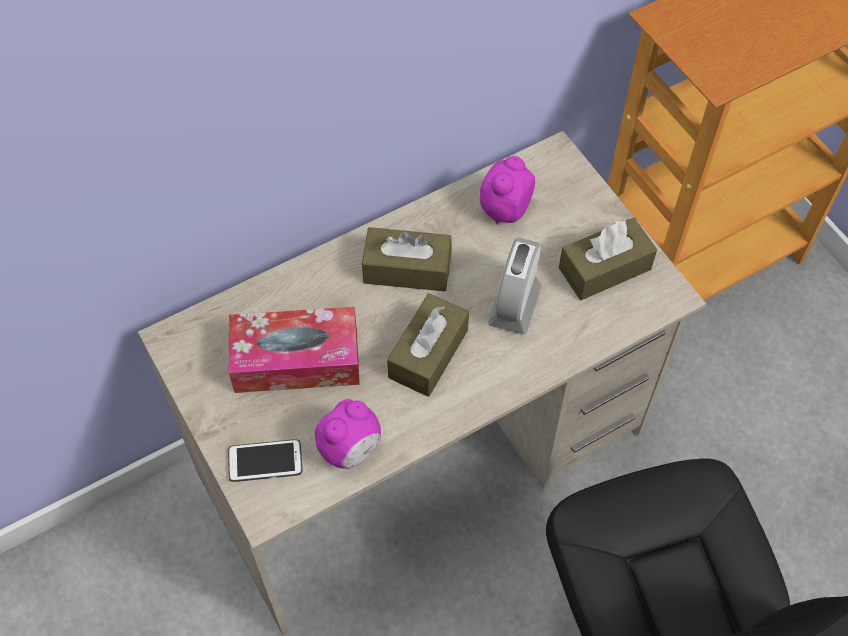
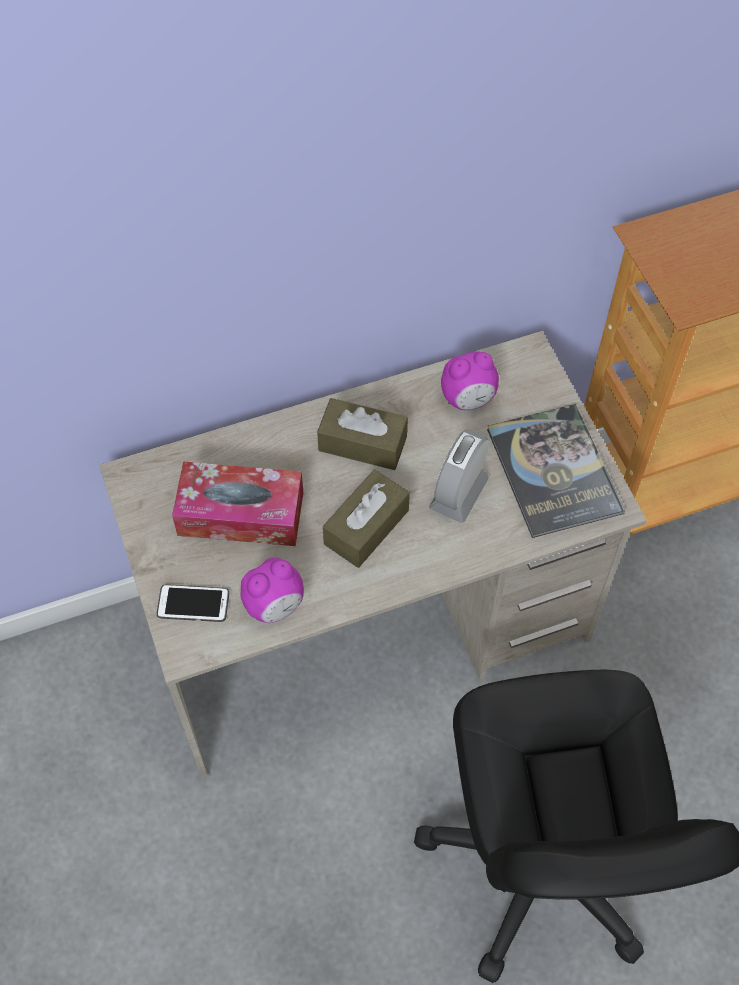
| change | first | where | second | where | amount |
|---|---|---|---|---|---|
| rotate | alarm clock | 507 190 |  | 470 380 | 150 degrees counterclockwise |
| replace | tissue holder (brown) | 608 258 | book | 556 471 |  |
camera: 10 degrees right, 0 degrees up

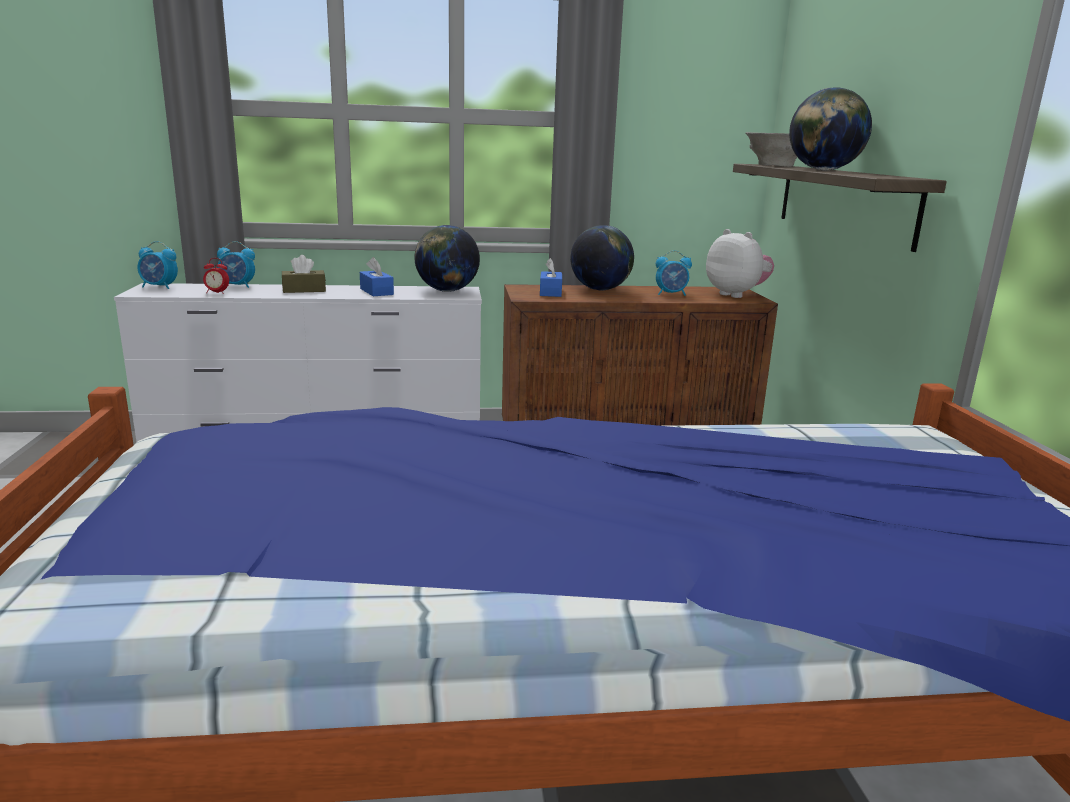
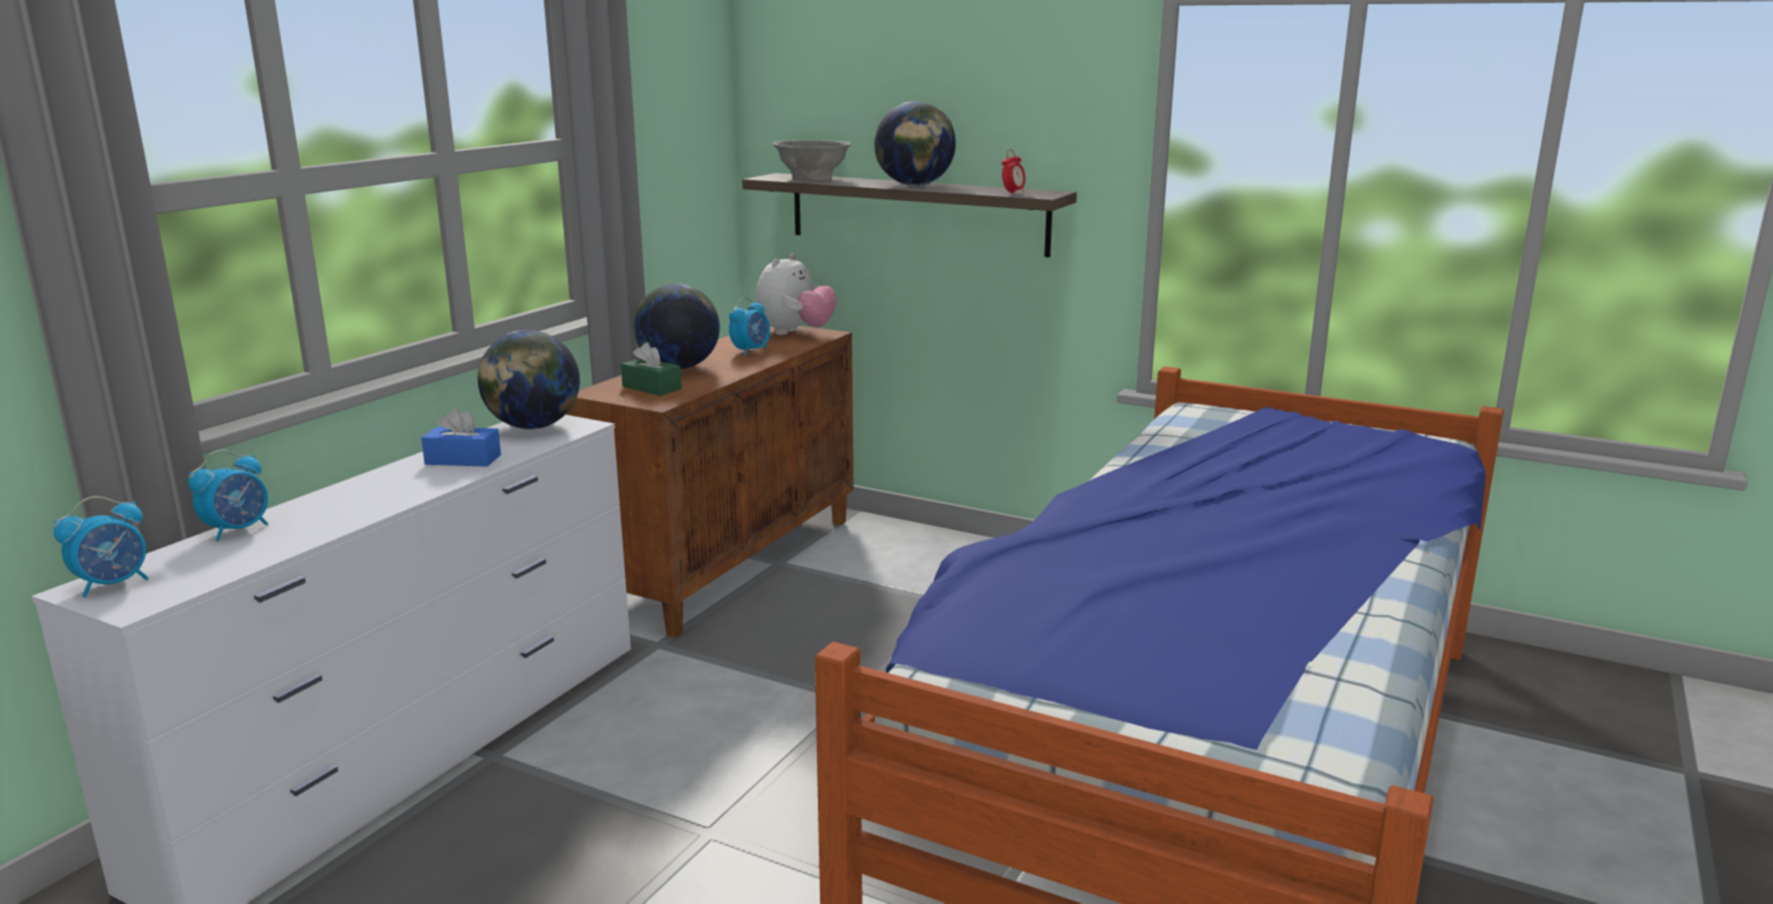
| change | first | where | second | where | amount |
|---|---|---|---|---|---|
| recolor | tissue holder (blue) | 551 277 | tissue holder (green) | 651 369 |  |
| rotate | cuddly toy | 740 263 |  | 796 294 | 120 degrees clockwise |
| move | alarm clock | 216 276 |  | 1013 171 |  |
| delete | tissue holder (brown) | 304 274 |  |  |  |
camera: 55 degrees left, 0 degrees up

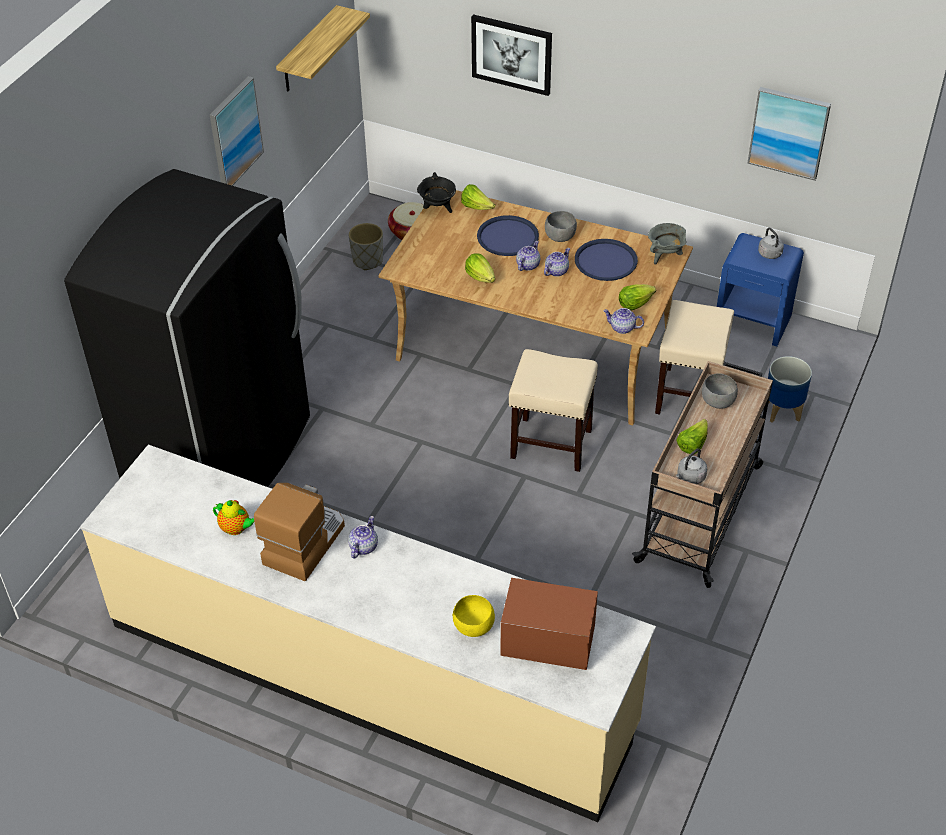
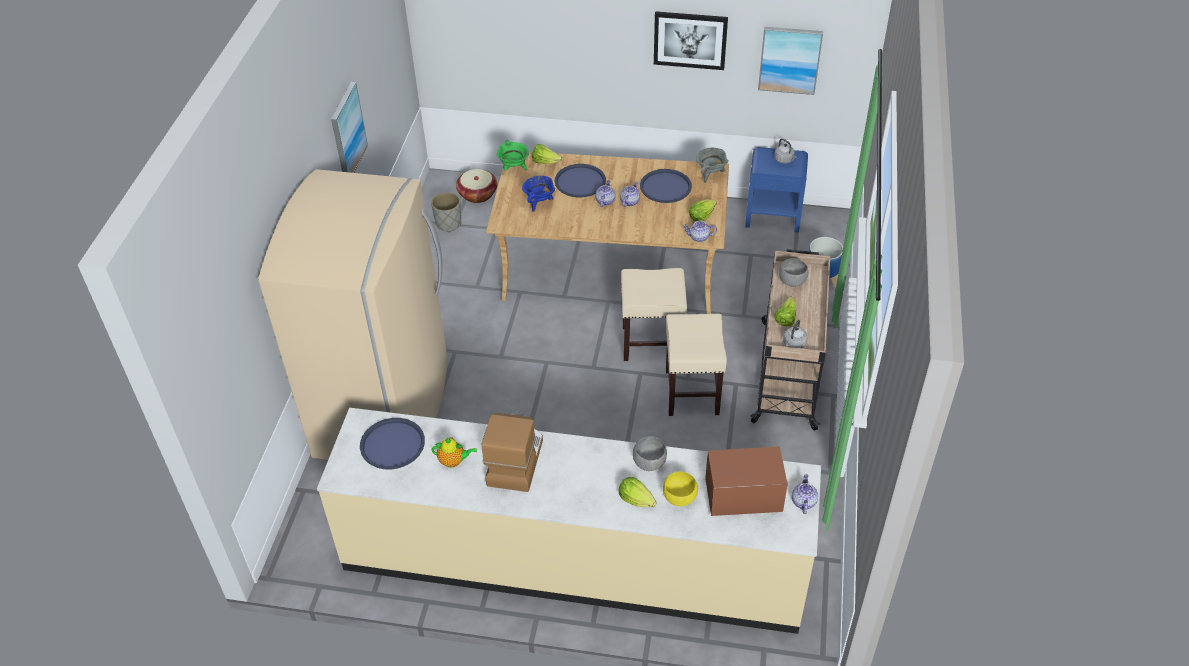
| change | first | where | second | where | amount |
|---|---|---|---|---|---|
| recolor | kitchen fridge (blackish) | 187 328 | kitchen fridge (beige-coloured) | 353 314 |  |
| insert |  |  | tray (blue) | 392 443 |  |
| recolor | cooking pot (blackish) | 436 192 | cooking pot (green) | 513 154 |  |
| insert |  |  | cooking pot (blue) | 538 194 |  |
| move | head of lettuce | 480 268 |  | 637 492 |  |
| move | bowl (gray) | 561 226 |  | 650 453 |  |
| move | wall picture | 511 55 |  | 691 40 |  |
| move | stool seat (beige-coloured) | 694 357 |  | 696 365 |  |
| move | tea pot | 363 537 |  | 805 494 |  |
| delete | shelf | 323 48 |  |  |  |
camera: 15 degrees left, 0 degrees up

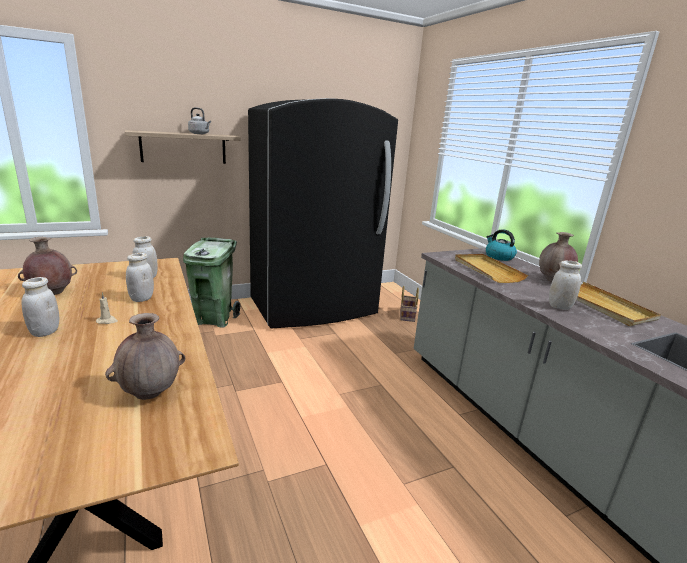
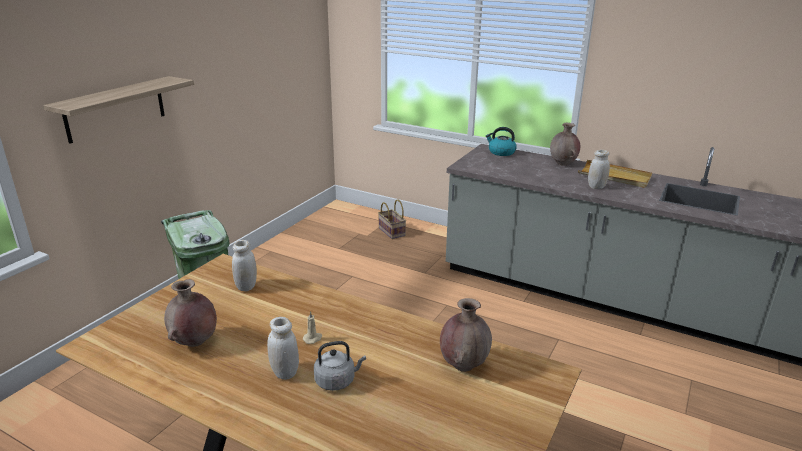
| change | first | where | second | where | amount |
|---|---|---|---|---|---|
| move | kettle (gray) | 199 120 |  | 340 366 |  |
| delete | preserve jar (white) | 140 277 |  |  |  |
| delete | kitchen fridge (blackish) | 323 213 |  |  |  |
| delete | tray (beige-coloured) | 491 268 |  |  |  |
camera: 35 degrees left, 5 degrees up

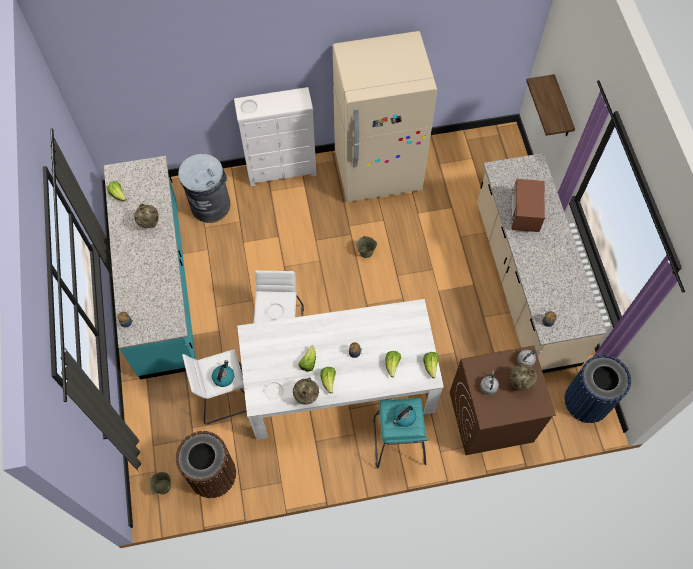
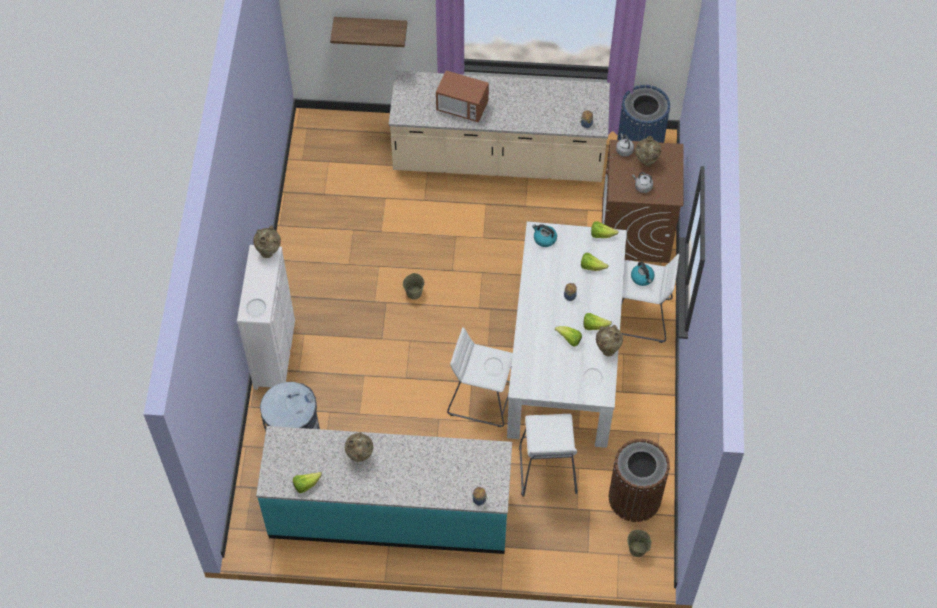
| change | first | where | second | where | amount |
|---|---|---|---|---|---|
| insert |  |  | flower vase (beige-coloured) | 267 241 |  |
| move | kettle | 223 373 |  | 544 235 |  |
| recolor | stool seat (turquoise) | 401 433 | stool seat (white) | 650 298 |  |
| delete | kitchen fridge (beige-coloured) | 385 116 |  |  |  |
camera: 75 degrees left, 5 degrees down

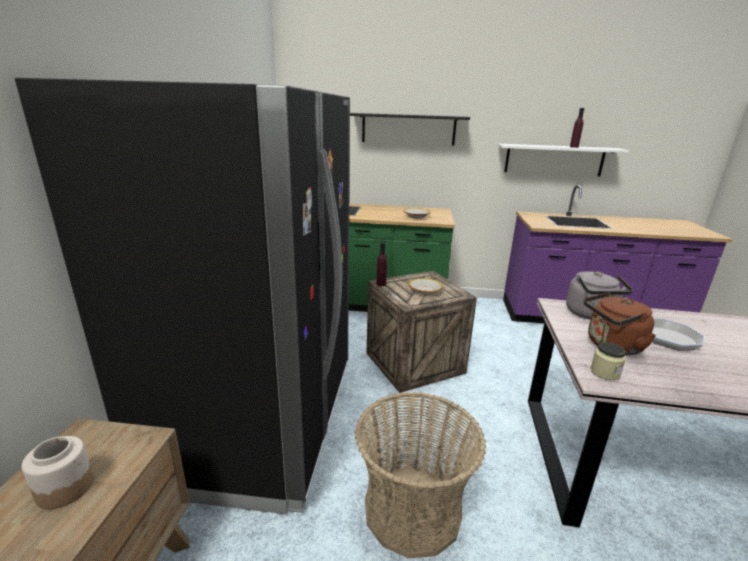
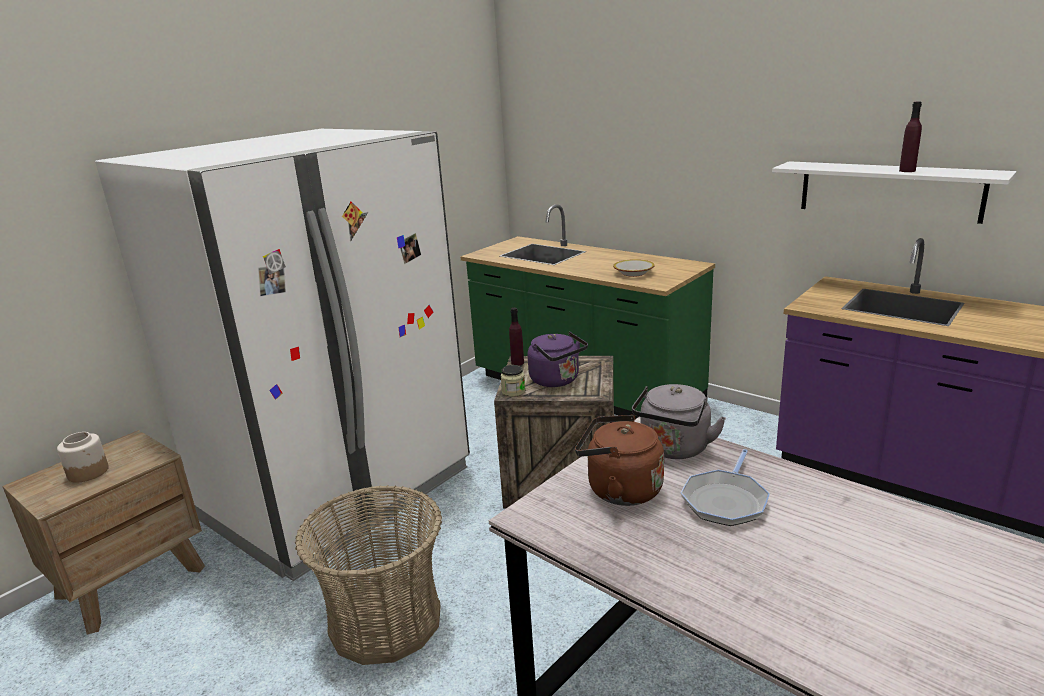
| change | first | where | second | where | amount |
|---|---|---|---|---|---|
| recolor | kitchen fridge (blackish) | 182 296 | kitchen fridge (white) | 282 355 |  |
| move | preserve jar | 608 361 |  | 513 381 |  |
| replace | bowl | 426 286 | kettle (purplish) | 558 359 |  |
| delete | shelf (blackish) | 410 129 |  |  |  |
camera: 35 degrees right, 0 degrees up

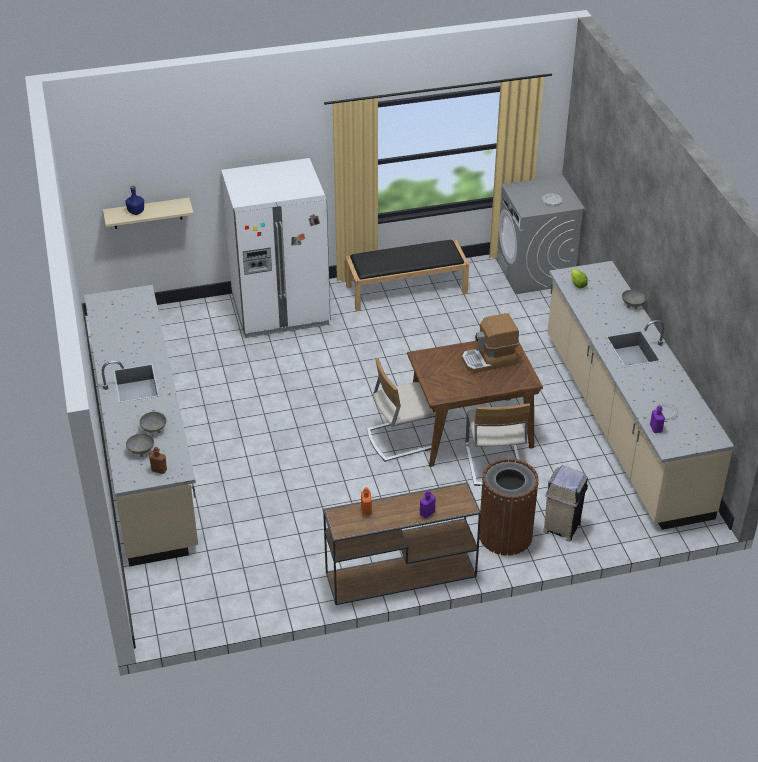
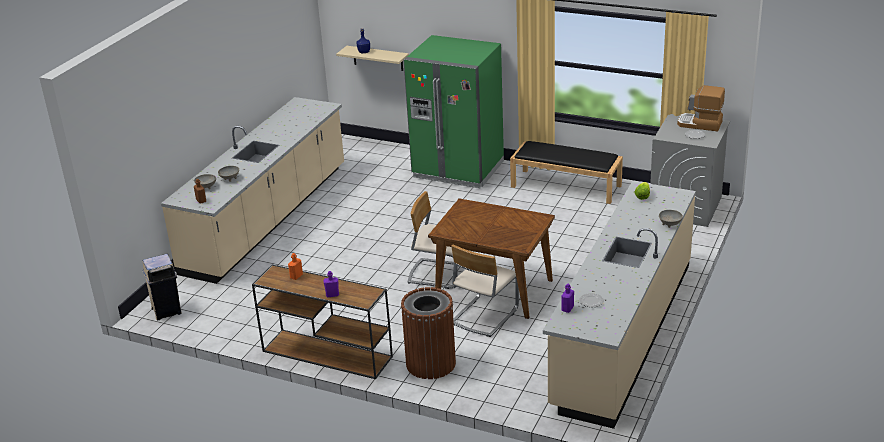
| change | first | where | second | where | amount |
|---|---|---|---|---|---|
| move | trash can (beige-coloured) | 565 504 |  | 162 287 |  |
| recolor | kitchen fridge (white) | 276 248 | kitchen fridge (green) | 453 111 |  |
| move | coffee machine | 490 343 |  | 701 108 |  |
camera: 40 degrees right, 10 degrees down

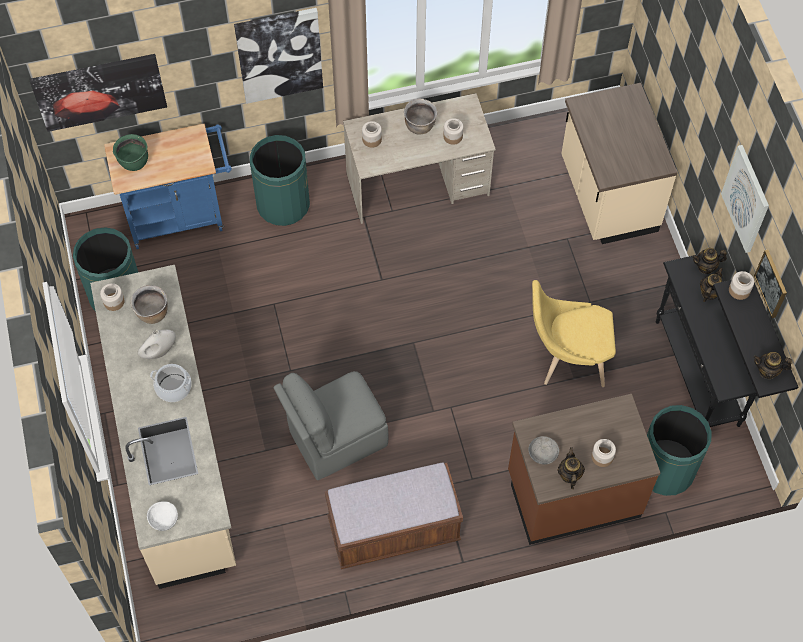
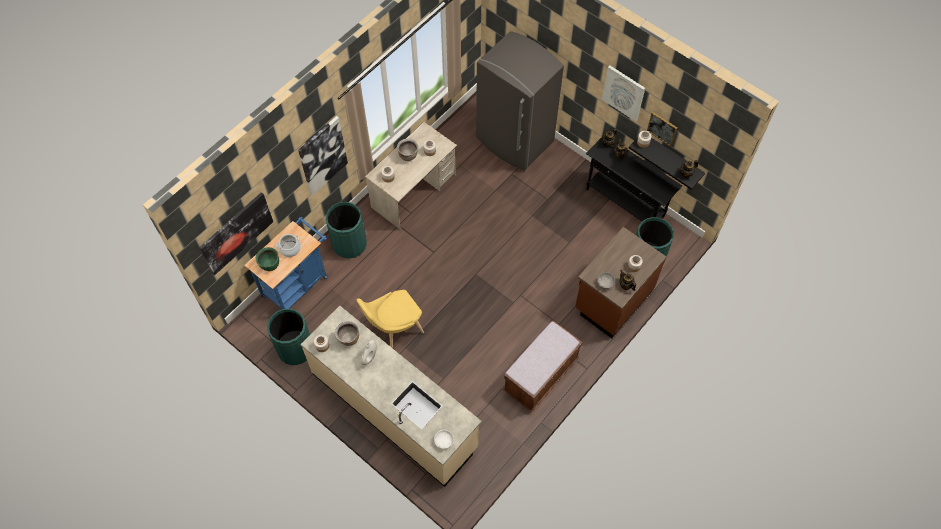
| change | first | where | second | where | amount |
|---|---|---|---|---|---|
| move | cooking pot | 171 383 |  | 288 245 |  |
| move | plain chair (yellow) | 574 333 |  | 390 319 |  |
| replace | kitchen base unit (beige-coloured) | 619 163 | kitchen fridge (gray) | 520 101 |  |
| delete | plain chair (gray) | 331 425 |  |  |  |
camera: 35 degrees left, 0 degrees up

